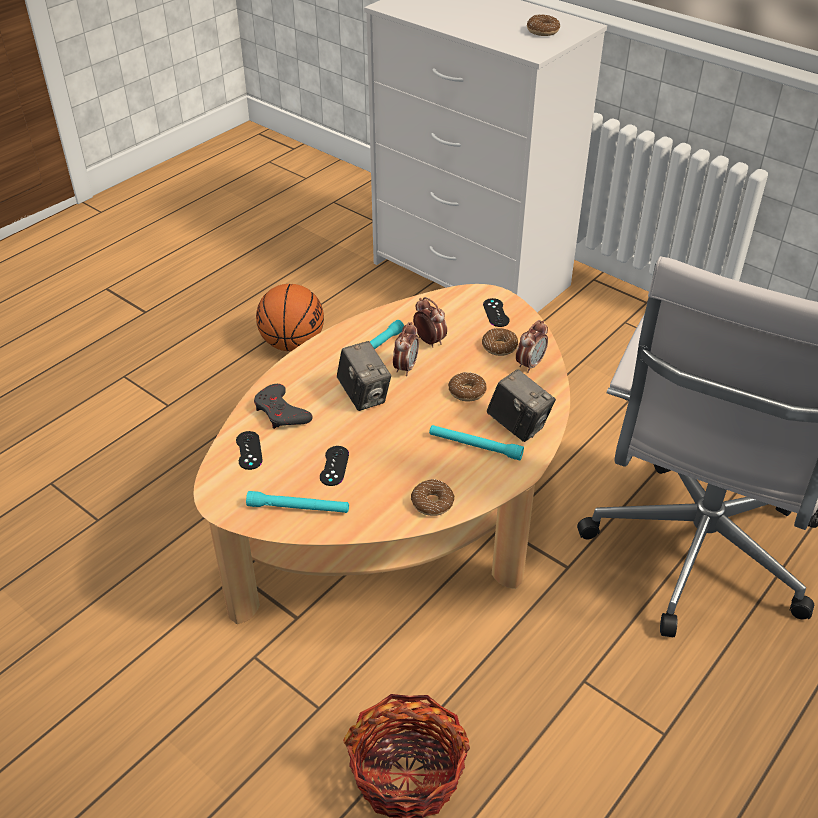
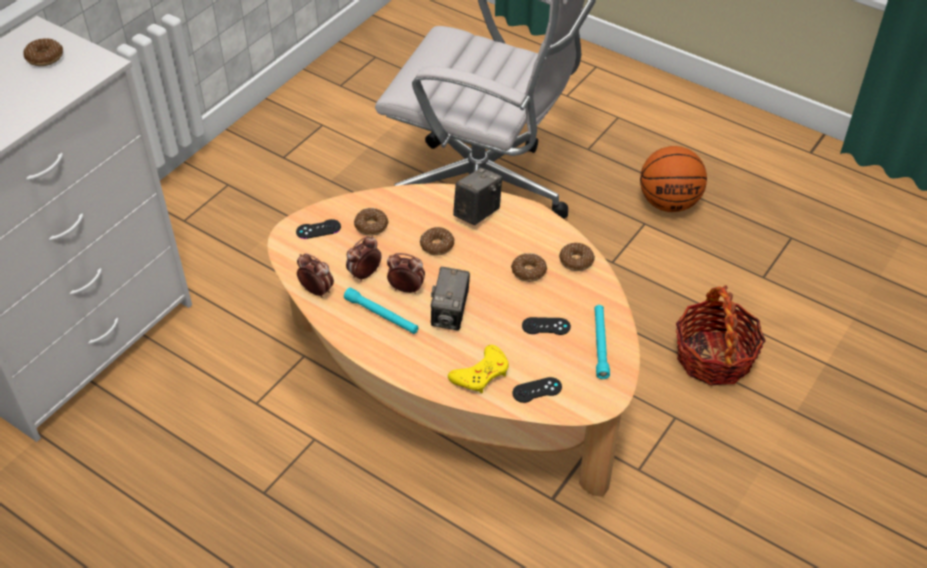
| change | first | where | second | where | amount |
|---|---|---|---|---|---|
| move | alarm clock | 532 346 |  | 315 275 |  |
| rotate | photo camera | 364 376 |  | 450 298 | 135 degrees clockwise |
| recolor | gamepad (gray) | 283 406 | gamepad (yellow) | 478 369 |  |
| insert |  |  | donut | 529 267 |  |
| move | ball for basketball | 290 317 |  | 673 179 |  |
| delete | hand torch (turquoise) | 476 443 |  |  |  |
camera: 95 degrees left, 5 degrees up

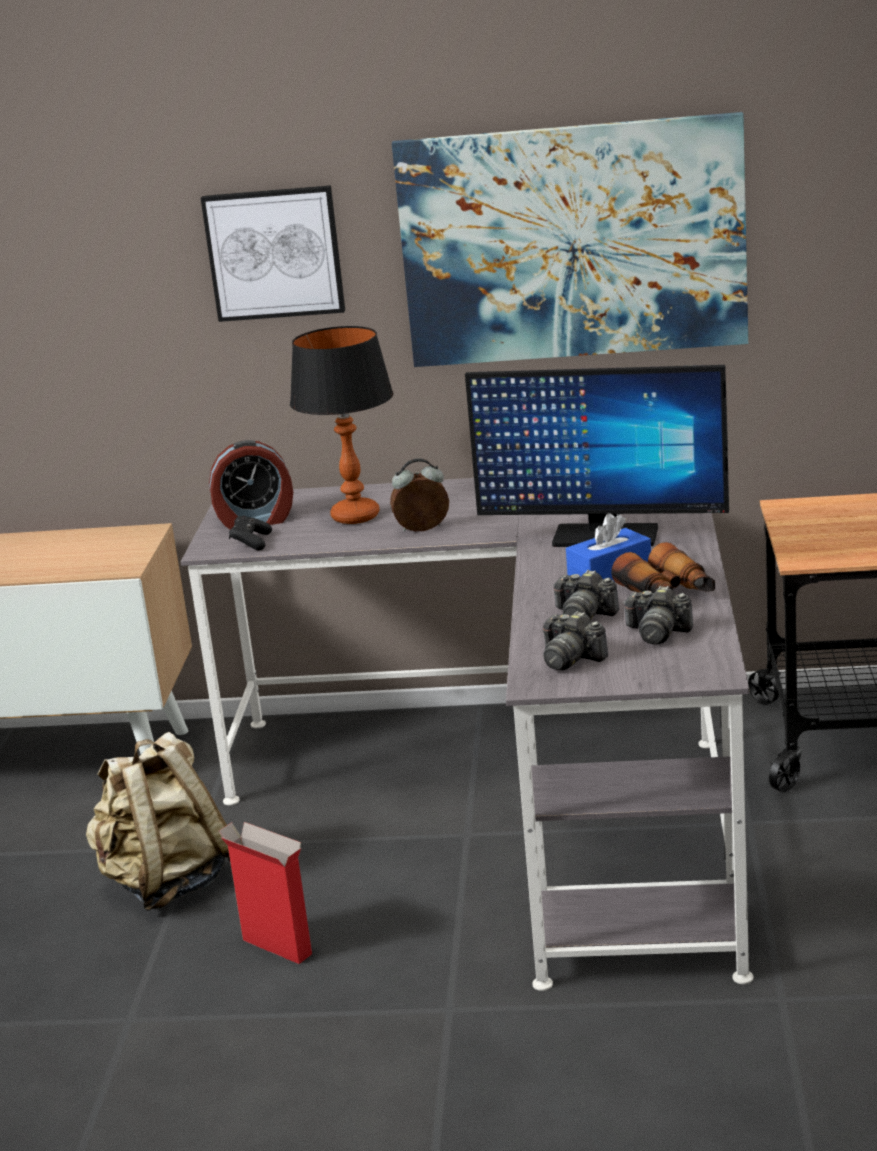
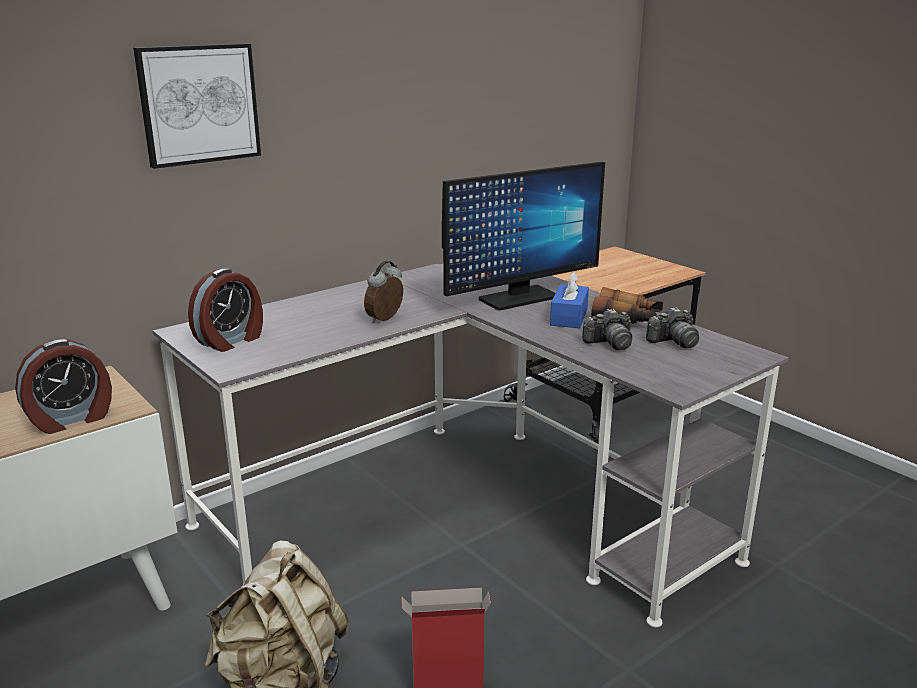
| change | first | where | second | where | amount |
|---|---|---|---|---|---|
| insert |  |  | alarm clock | 63 386 |  |
| delete | gamepad (blackish) | 250 533 |  |  |  |
| delete | tabletop lamp | 342 425 |  |  |  |
| delete | wall picture | 570 239 |  |  |  |
| delete | photo camera | 575 640 |  |  |  |
camera: 45 degrees left, 0 degrees up

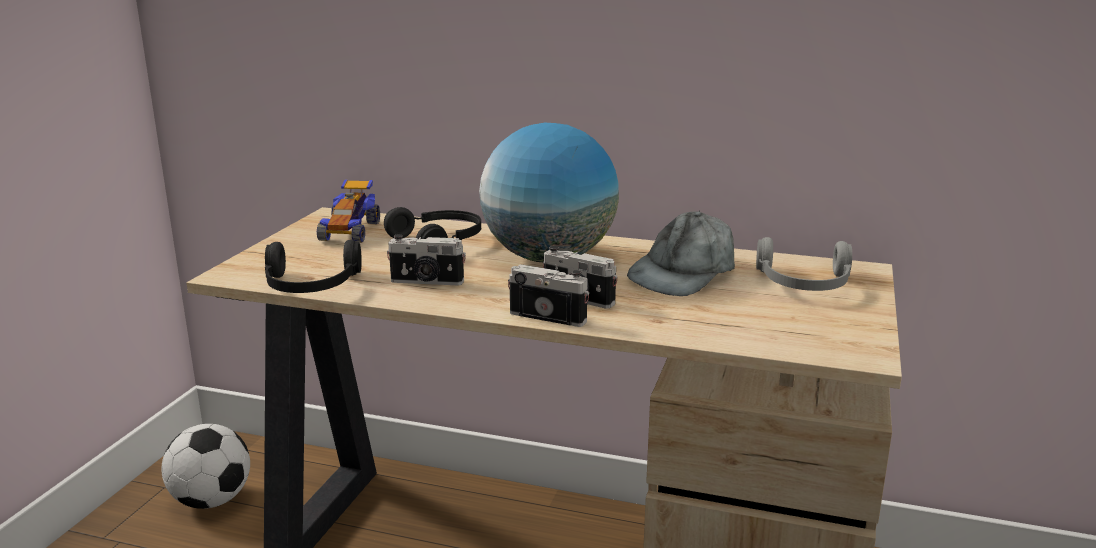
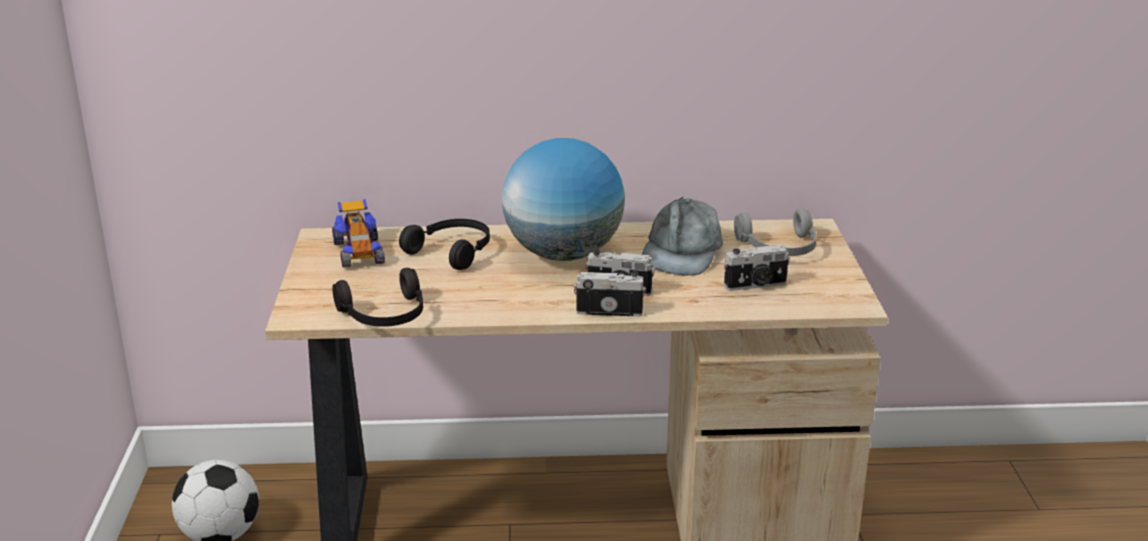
| change | first | where | second | where | amount |
|---|---|---|---|---|---|
| move | photo camera | 426 259 |  | 757 268 |  |
camera: 20 degrees left, 5 degrees up

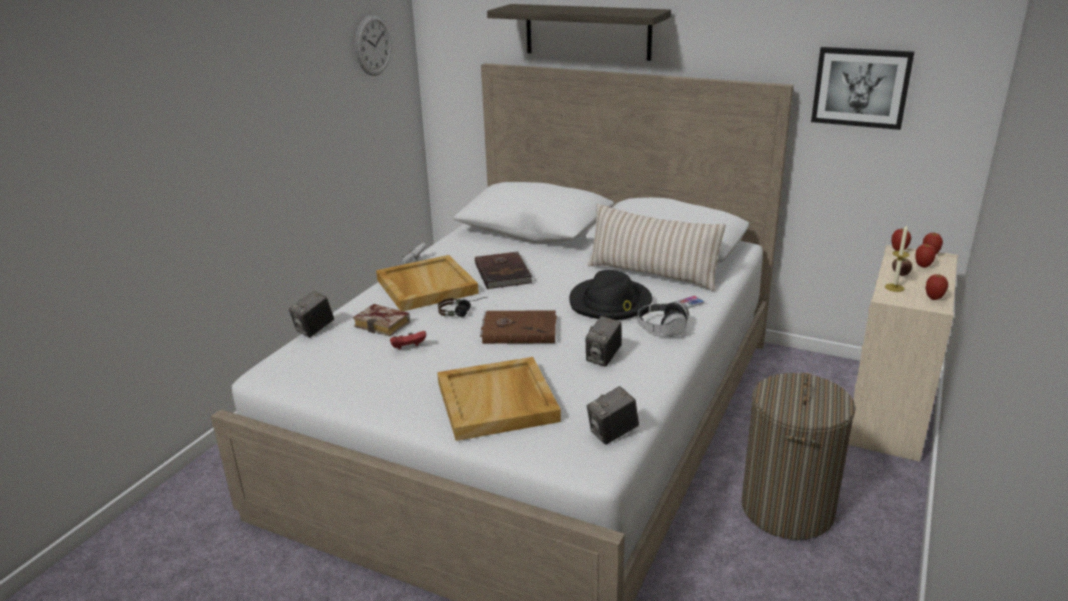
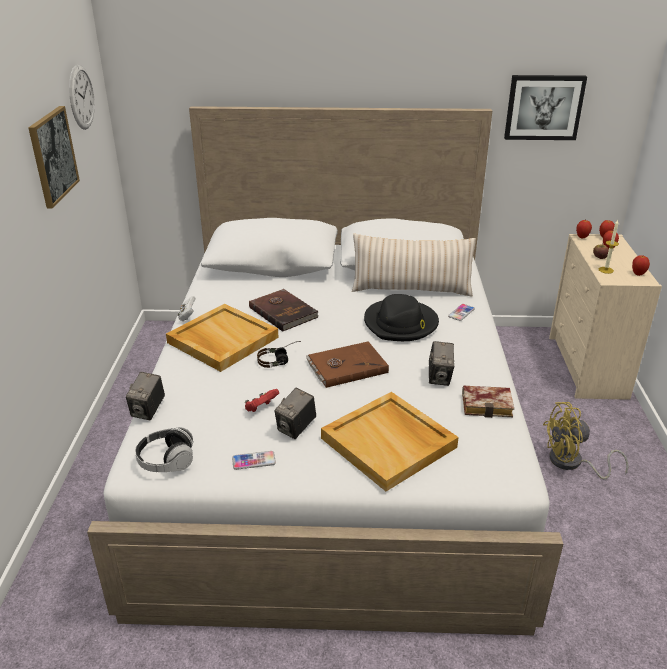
| change | first | where | second | where | amount |
|---|---|---|---|---|---|
| insert |  |  | wall picture | 54 157 |  |
| move | headset | 663 319 |  | 164 449 |  |
| insert |  |  | handset | 254 460 |  |
| move | photo camera | 613 415 |  | 295 413 |  |
| move | book | 381 320 |  | 488 402 |  |
| replace | hamper | 799 456 | fan (yellow) | 586 441 |  |
| delete | shelf | 579 32 |  |  |  |
camera: 25 degrees left, 5 degrees up

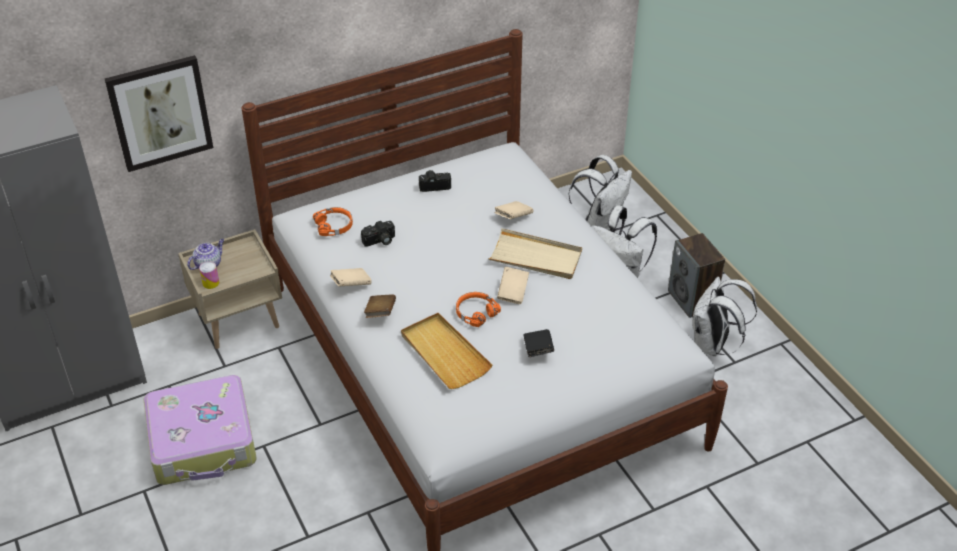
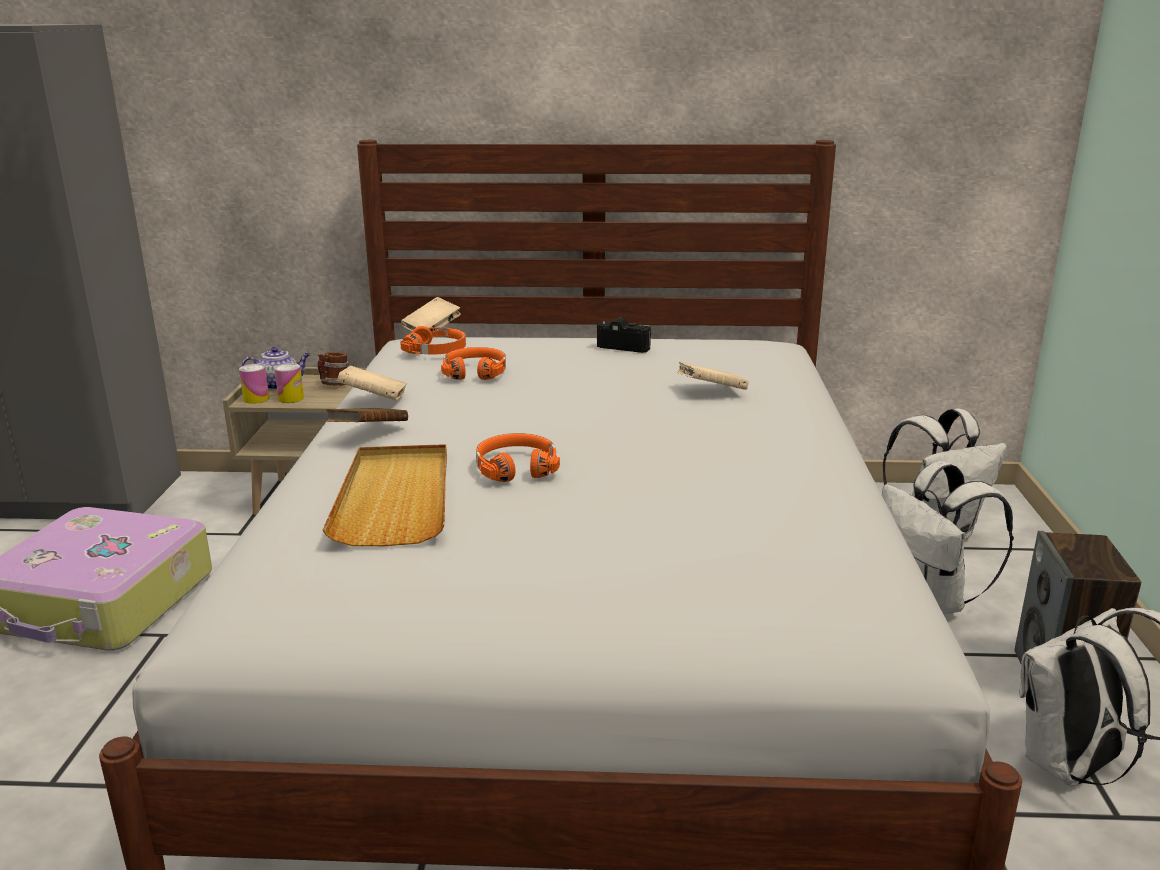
| change | first | where | second | where | amount |
|---|---|---|---|---|---|
| insert |  |  | metal can | 289 383 |  |
| insert |  |  | coffee mug | 333 369 |  |
| move | book (beige-coloured) | 513 285 |  | 431 314 |  |
| replace | photo camera | 378 233 | headset (orange) | 473 363 |  |
| delete | wall picture | 159 113 |  |  |  |
| delete | tray (beige-coloured) | 535 253 |  |  |  |
| delete | book (blackish) | 538 343 |  |  |  |
camera: 30 degrees right, 20 degrees down

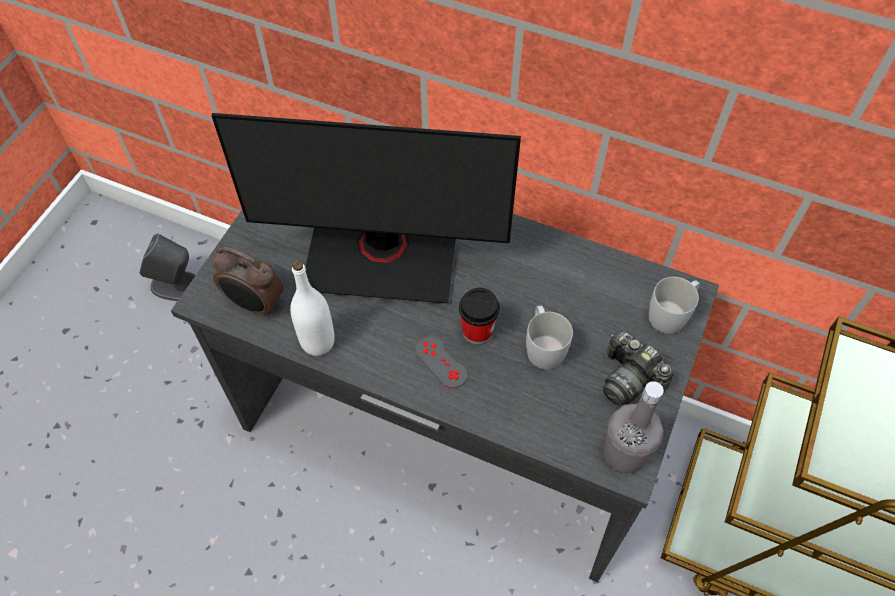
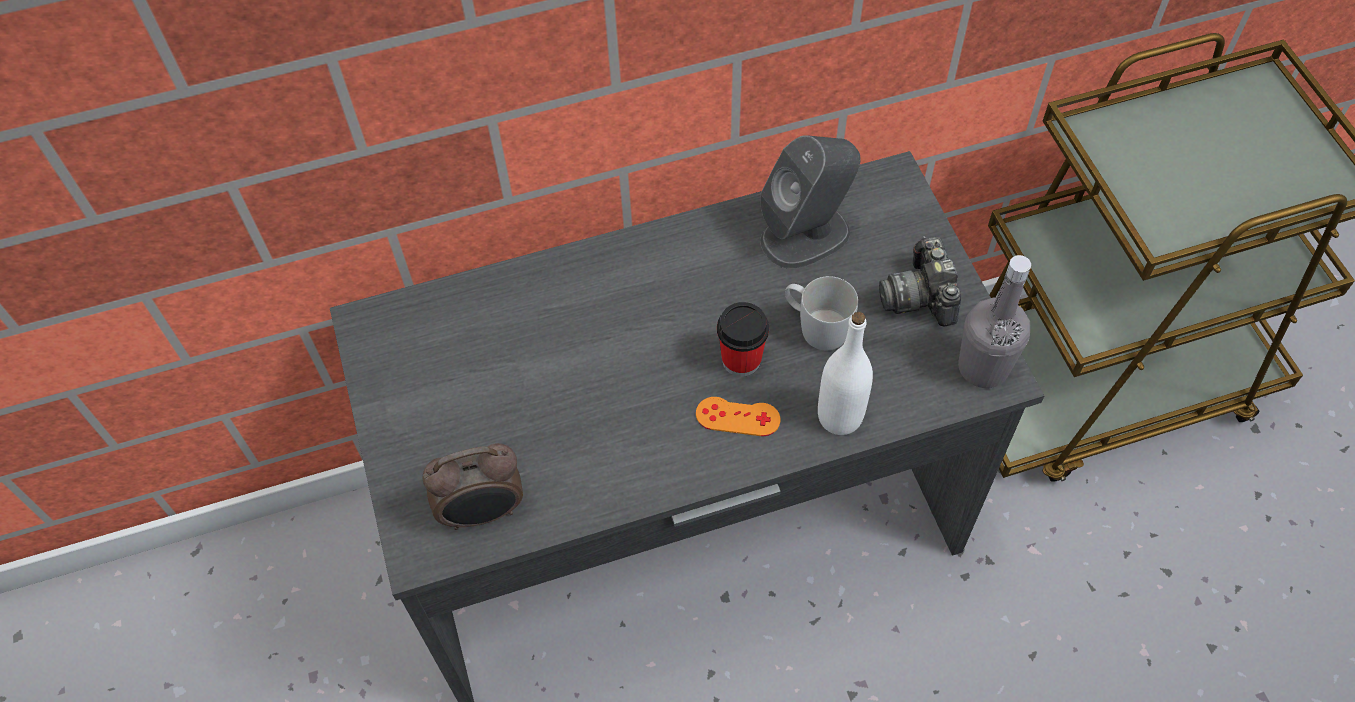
| change | first | where | second | where | amount |
|---|---|---|---|---|---|
| recolor | gamepad (gray) | 441 362 | gamepad (orange) | 738 416 |  |
| move | speaker (gray) | 167 267 |  | 810 202 |  |
| move | bottle (white) | 312 308 |  | 845 373 |  |
| rotate | photo camera | 638 368 |  | 920 281 | 75 degrees clockwise |
| delete | computer screen | 366 208 |  |  |  |
| delete | coffee mug (white) | 674 305 |  |  |  |
camera: 40 degrees left, 0 degrees up

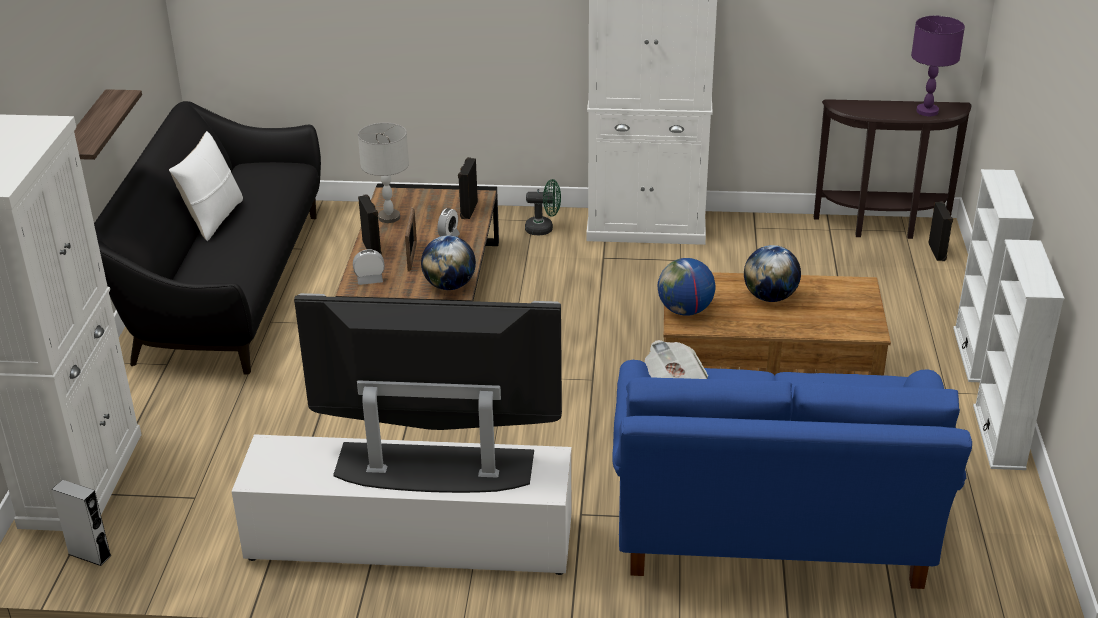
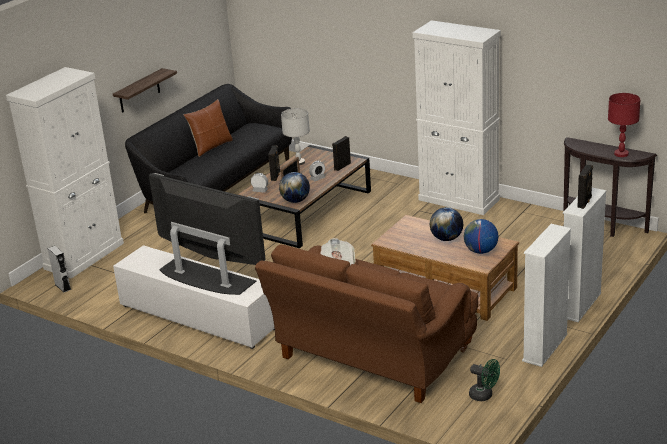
| change | first | where | second | where | amount |
|---|---|---|---|---|---|
| recolor | cushion (white) | 206 186 | cushion (brown) | 208 128 |  |
| recolor | settee (blue) | 792 474 | settee (brown) | 366 324 |  |
| move | world globe | 687 287 |  | 481 236 |  |
| move | fan (green) | 543 207 |  | 484 380 |  |
| move | speaker (blackish) | 941 231 |  | 585 187 |  |
| recolor | tabletop lamp (purplish) | 938 66 | tabletop lamp (red) | 624 125 |  |
camera: 30 degrees right, 5 degrees down

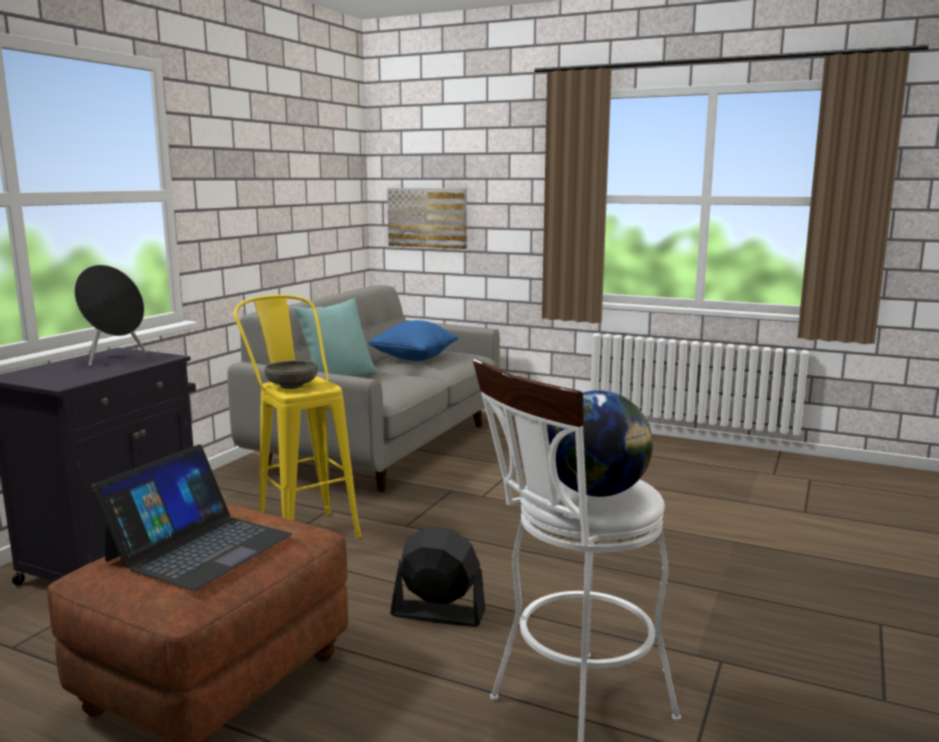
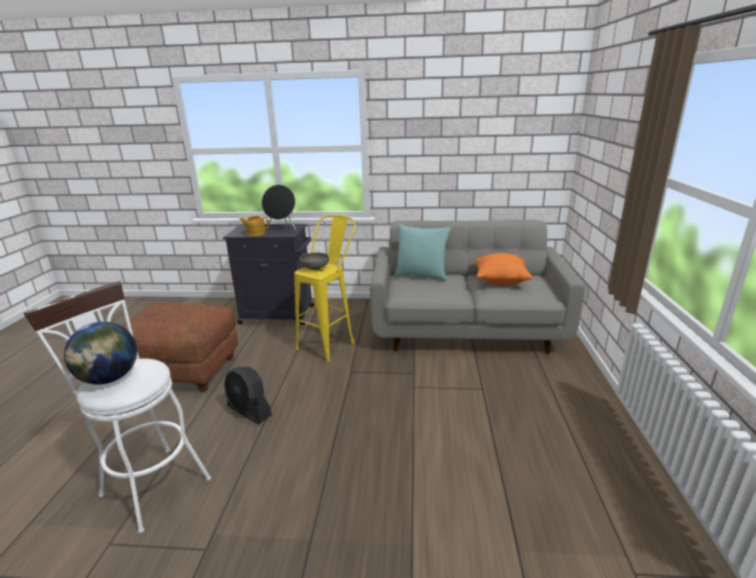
| change | first | where | second | where | amount |
|---|---|---|---|---|---|
| rotate | fan (blackish) | 438 577 |  | 248 395 | 135 degrees clockwise |
| insert |  |  | tea pot | 254 226 |  |
| recolor | cushion (blue) | 413 340 | cushion (orange) | 503 269 |  |
| delete | portable computer | 191 517 |  |  |  |
| delete | wall picture | 427 218 |  |  |  |
camera: 70 degrees right, 10 degrees up

